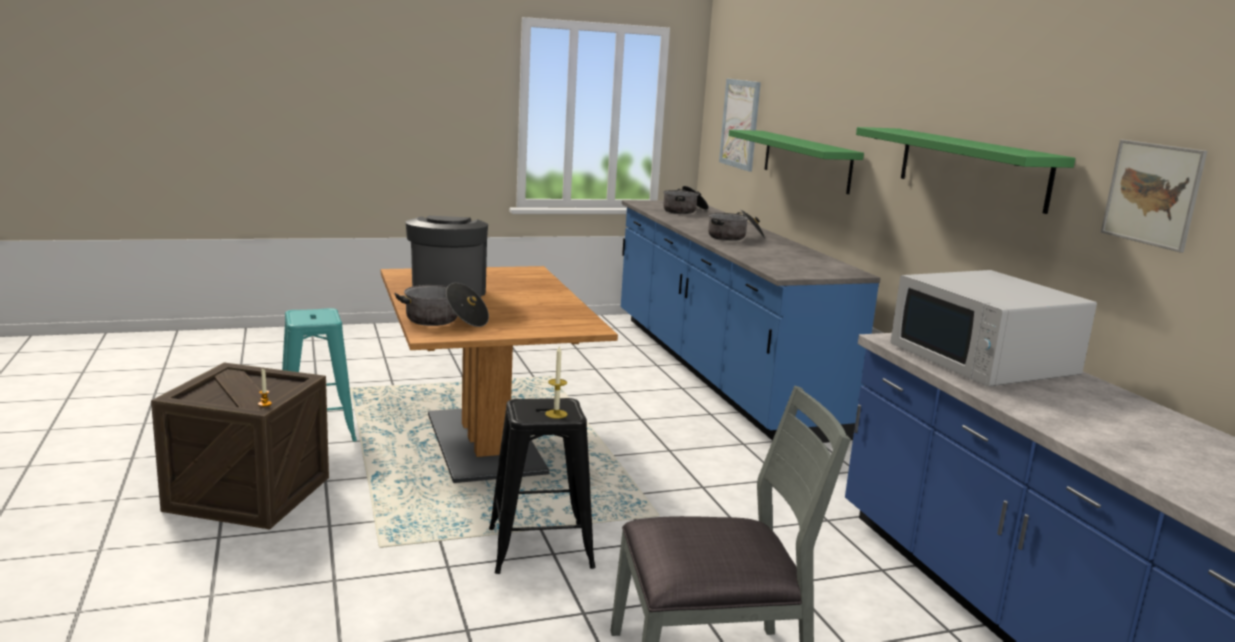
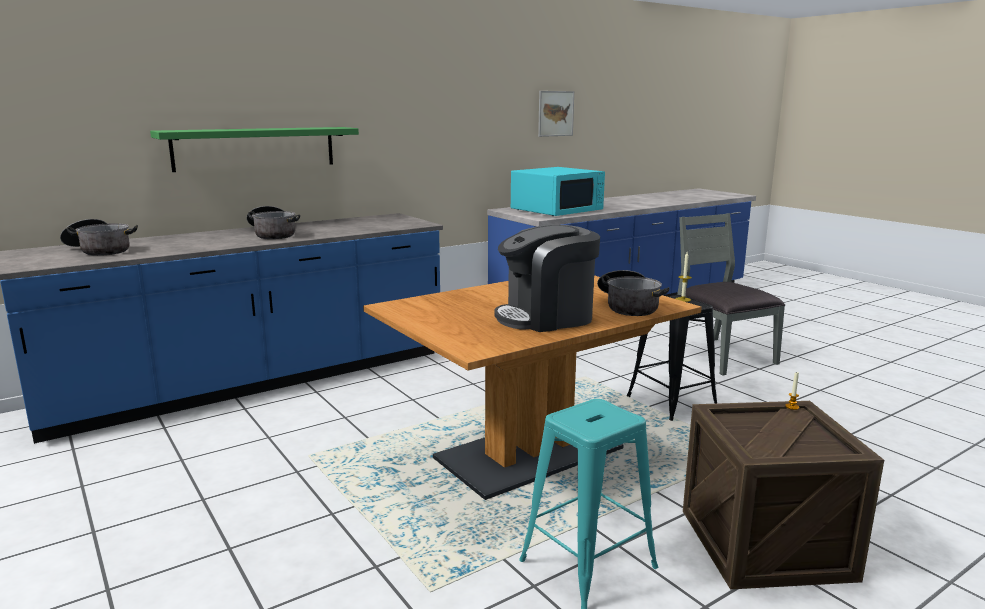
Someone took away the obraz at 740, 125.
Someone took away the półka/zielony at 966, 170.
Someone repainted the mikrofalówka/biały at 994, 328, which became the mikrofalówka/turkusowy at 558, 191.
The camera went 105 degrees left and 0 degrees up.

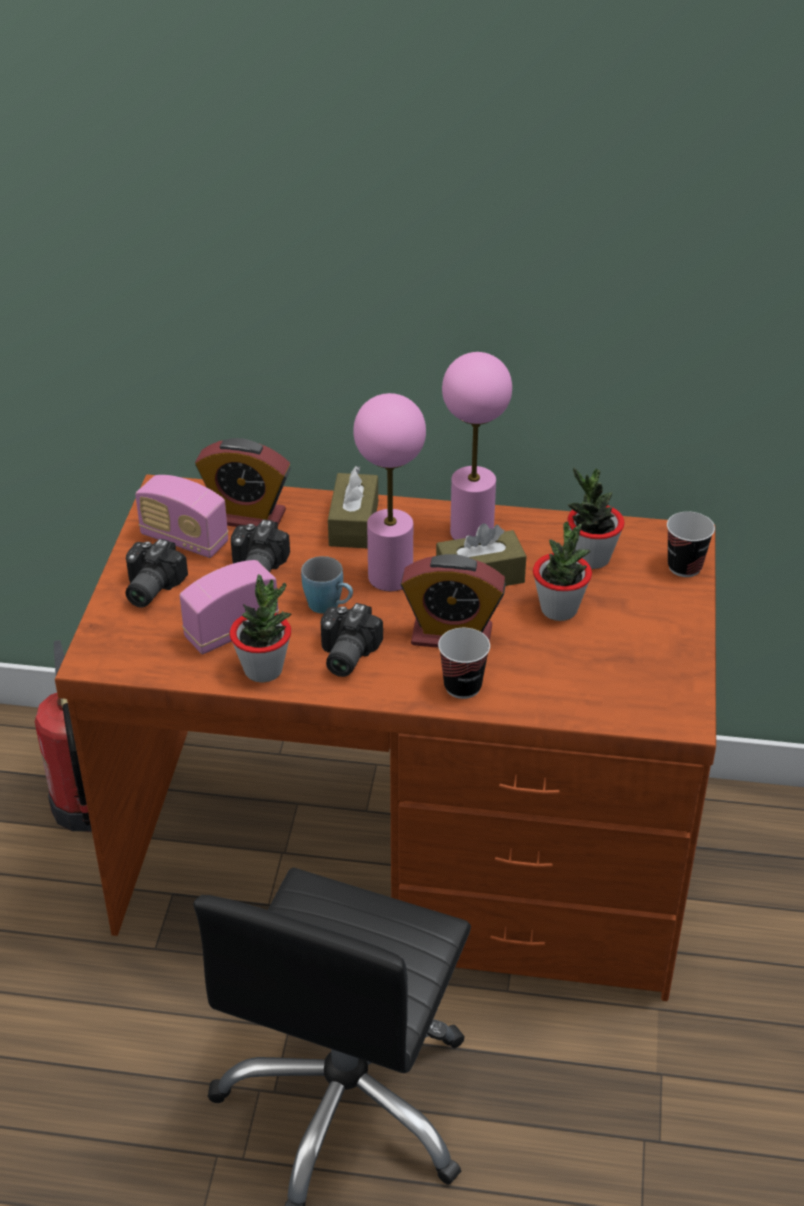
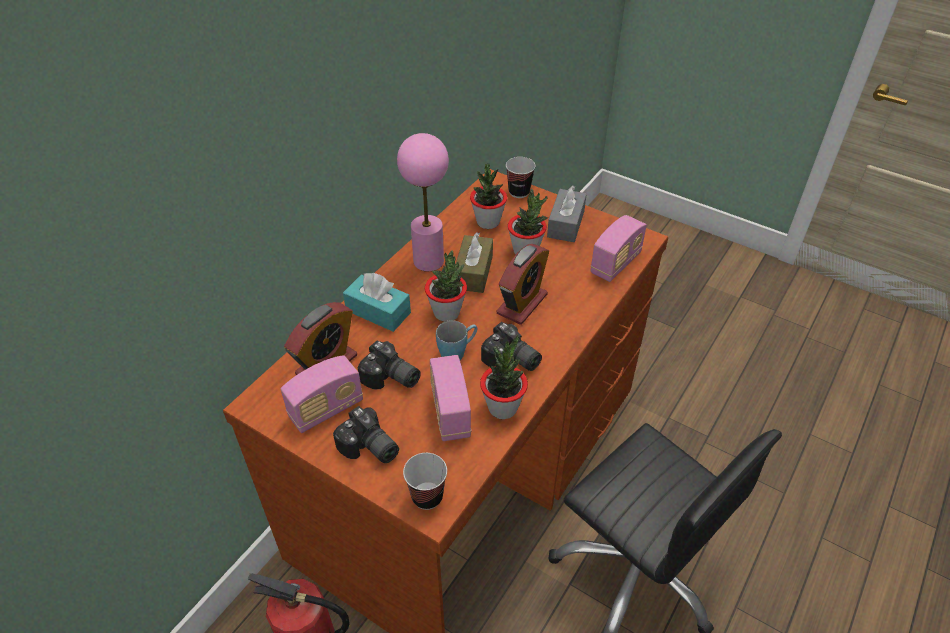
Someone put down the pudełko chusteczek/szary at 567, 213.
Someone put down the radio at 618, 248.
Someone carried the filiżanka from 464, 663 to 425, 481.
Someone swapped the lampa stołowa/różowy at 389, 492 for the roślina doniczkowa at 446, 286.
Someone repainted the pudełko chusteczek/brązowy at 353, 507, which became the pudełko chusteczek/turkusowy at 377, 302.
The camera went 65 degrees left and 5 degrees up.

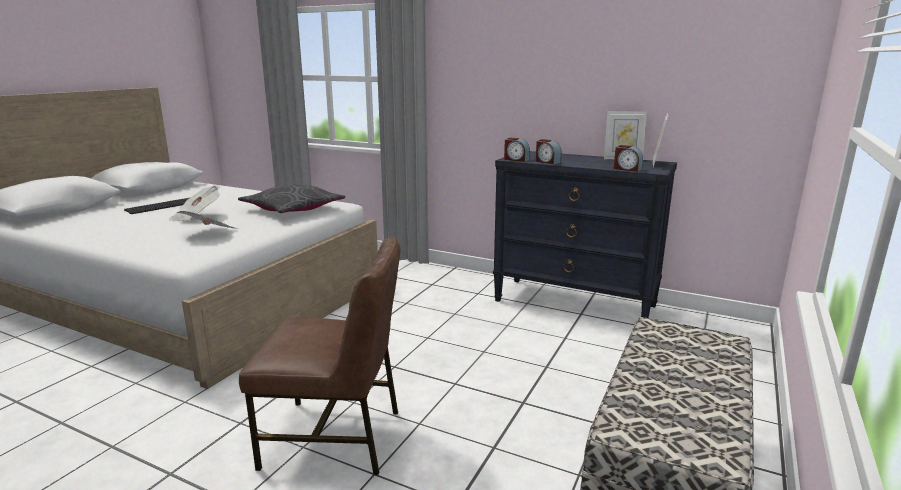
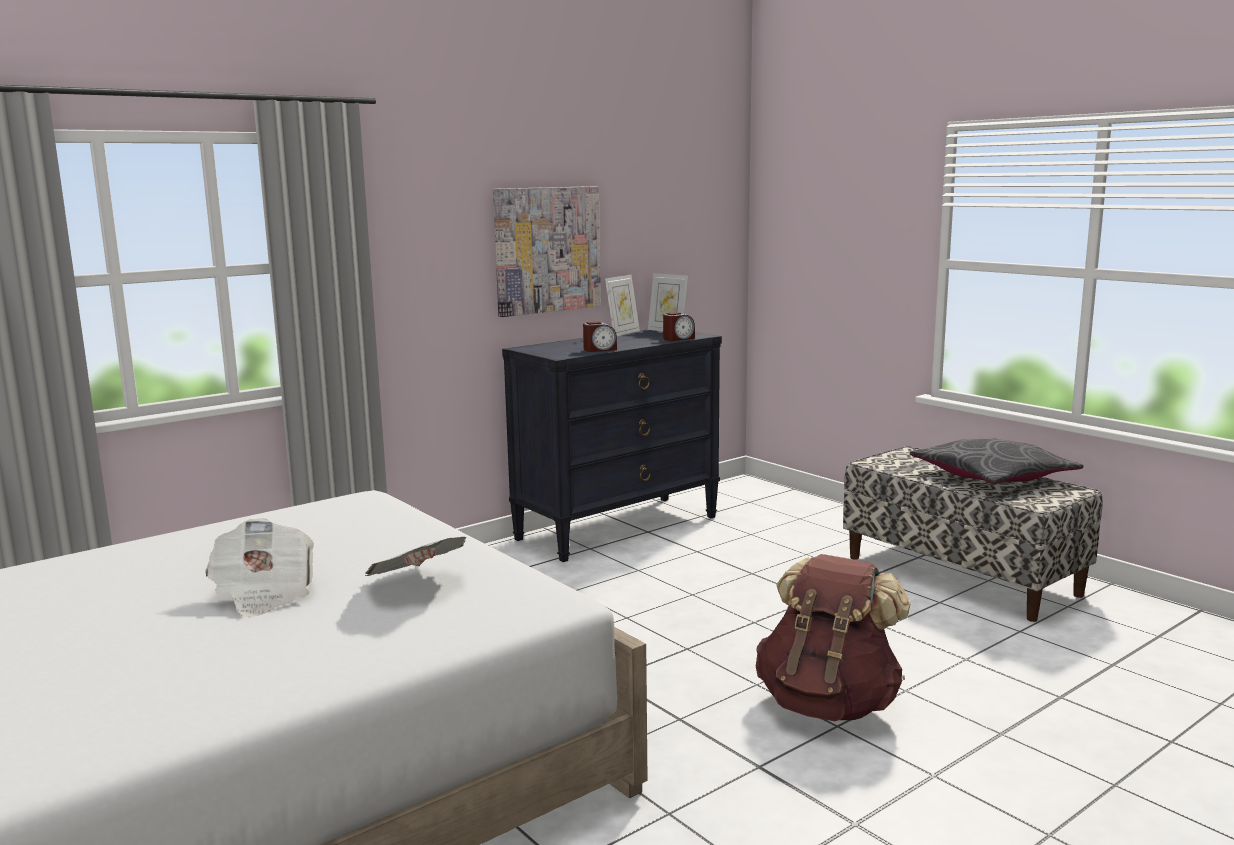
Someone took away the klawiatura at 156, 206.
Someone took away the budzik at 517, 150.
Someone put up the obraz at 547, 251.
Someone carried the poduszka/szary from 291, 199 to 996, 461.
Someone swapped the krzesło/brązowy at 319, 356 for the plecak/brązowy at 833, 637.
The camera went 65 degrees left and 5 degrees down.

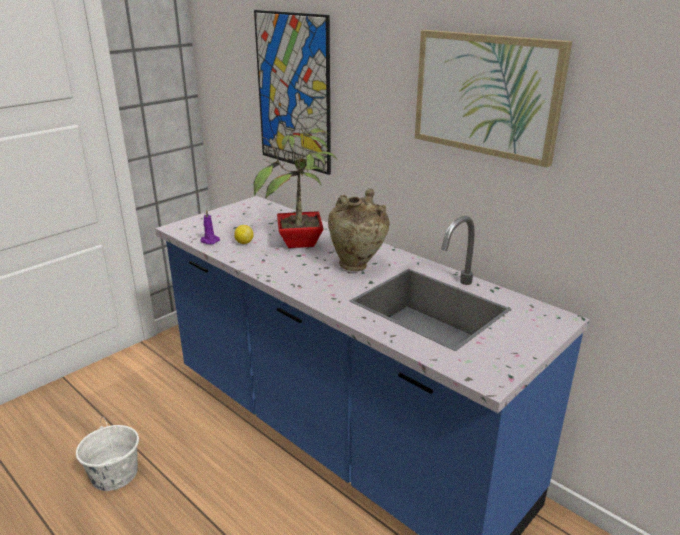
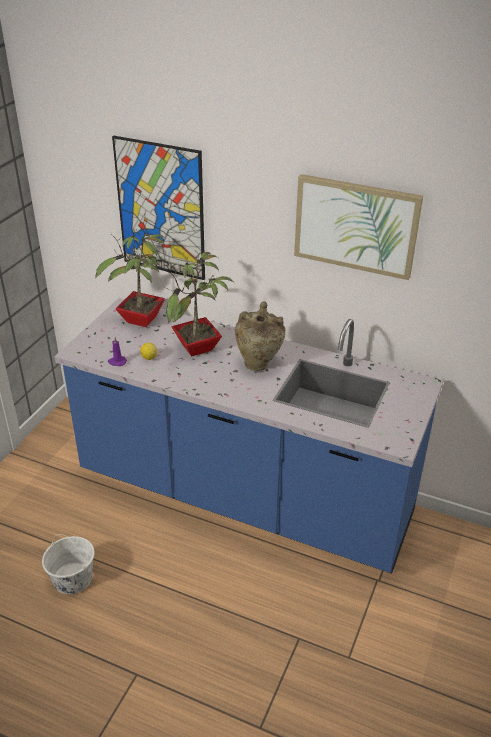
Someone put down the roślina doniczkowa at 131, 278.
The camera went 20 degrees left and 10 degrees up.

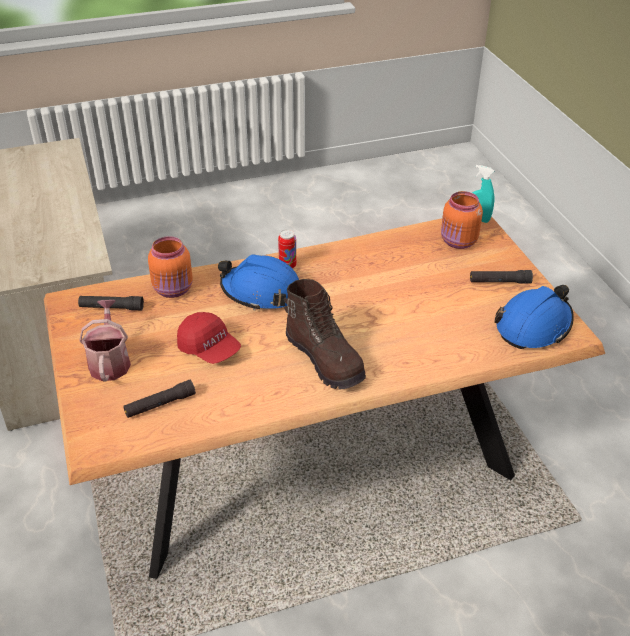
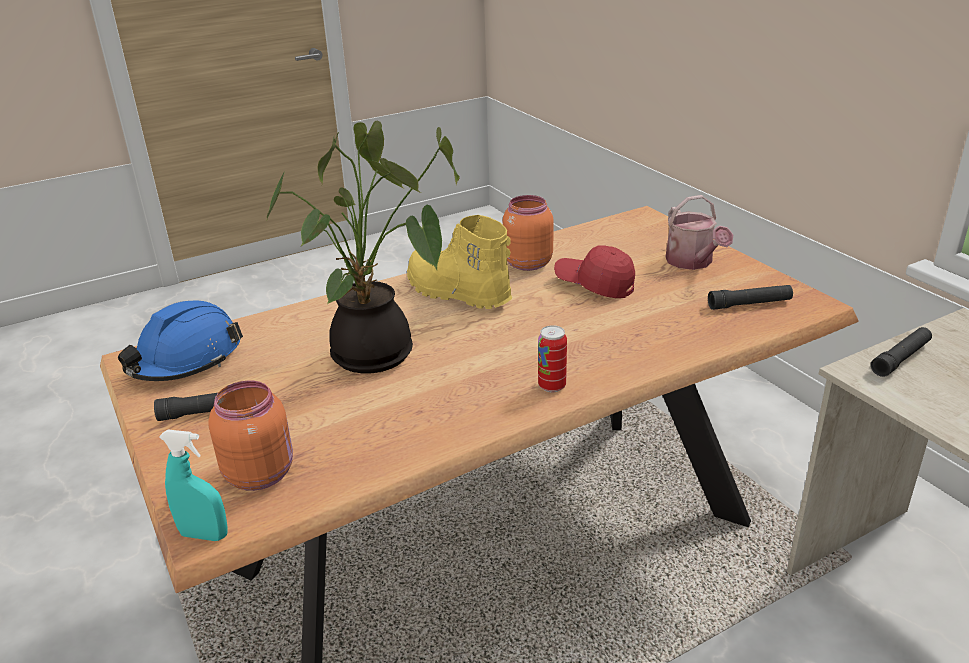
Someone took away the kask/niebieski at 258, 282.
Someone put down the roślina doniczkowa at 363, 247.
Someone carried the latarka/czarny from 159, 399 to 901, 352.
Someone carried the słoik/pomarańczowy from 170, 267 to 528, 233.
Someone repainted the but z cholewką/brązowy at 325, 334, which became the but z cholewką/żółty at 459, 262.
The camera went 170 degrees right and 10 degrees down.

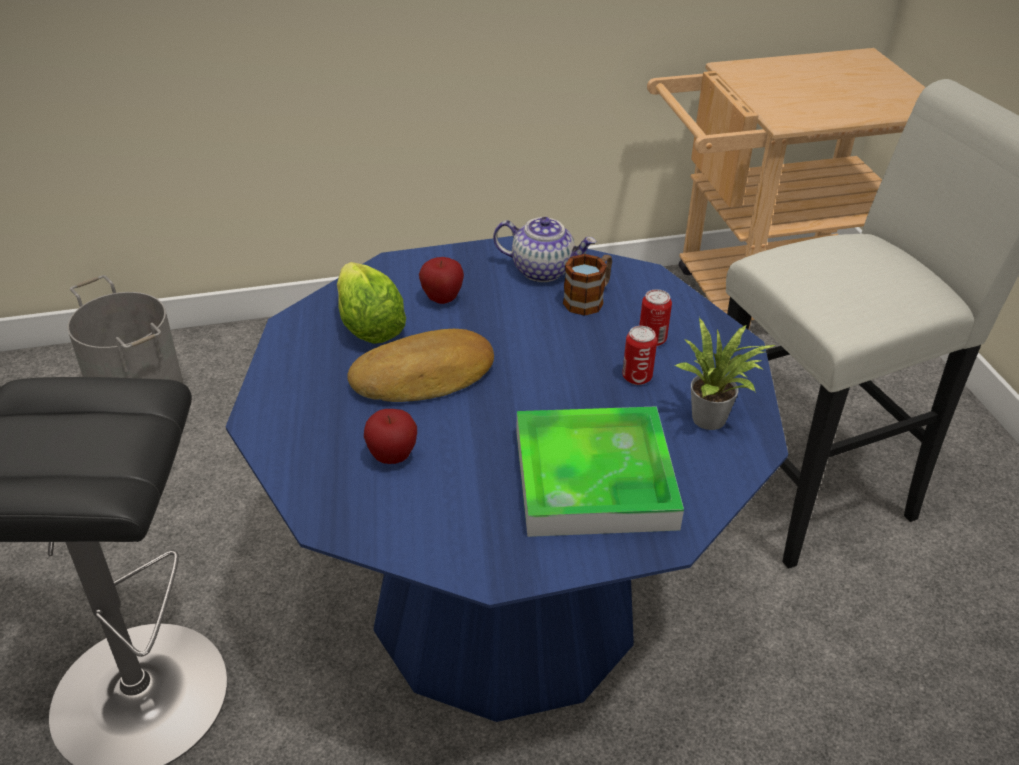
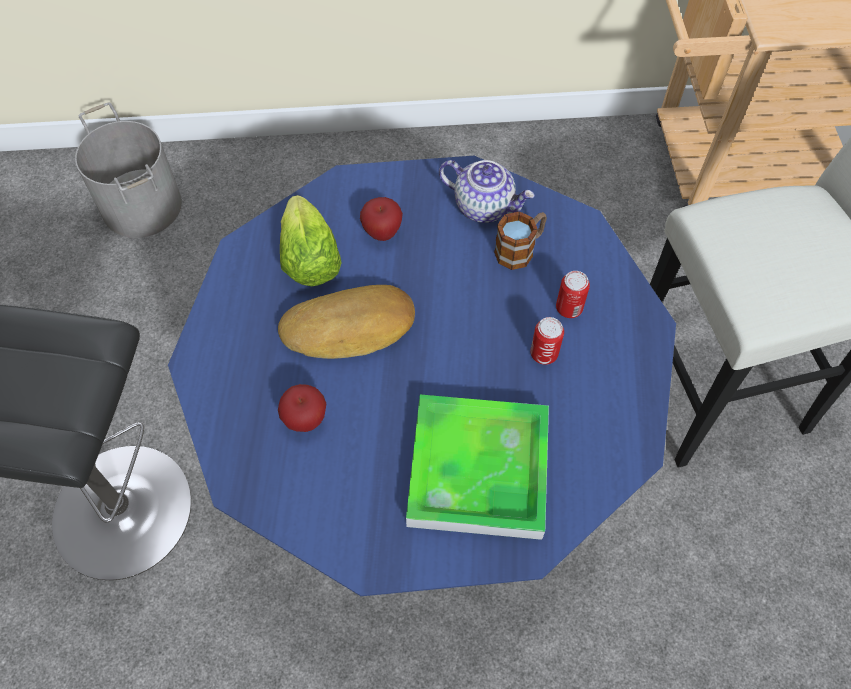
Someone took away the roślina doniczkowa at 725, 373.
The camera went 10 degrees right and 20 degrees up.

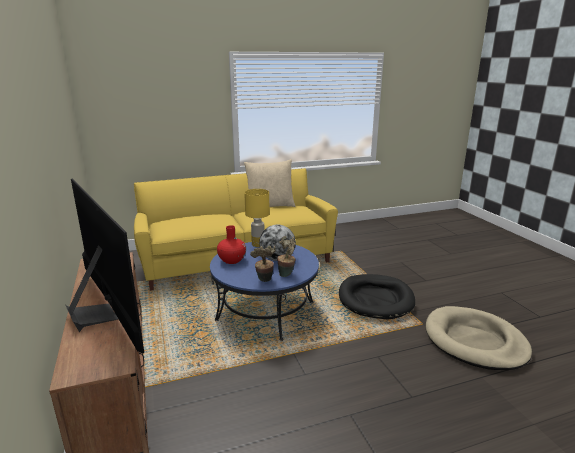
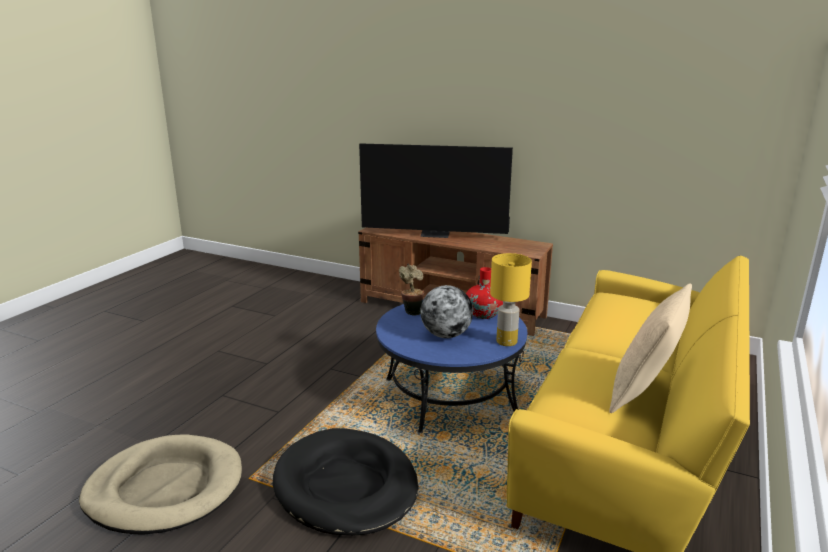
Someone took away the roślina doniczkowa at 286, 256.
The camera went 135 degrees right and 0 degrees up.

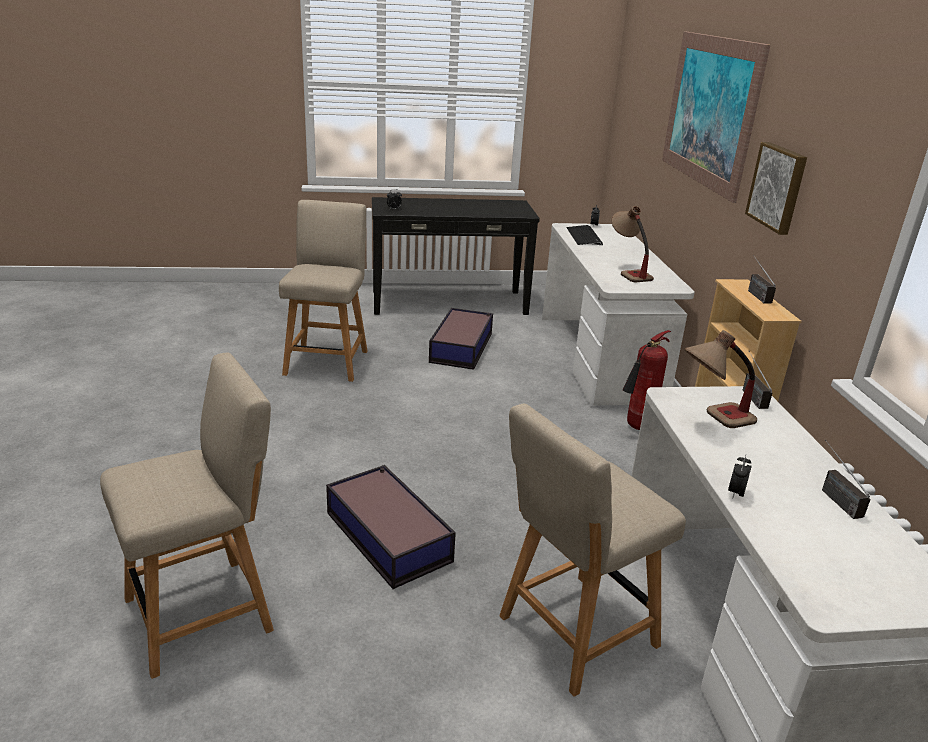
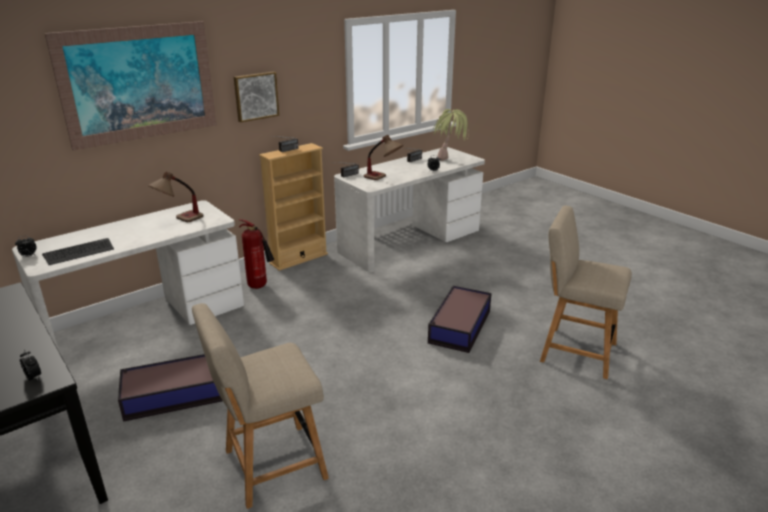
Someone took away the krzesło/beżowy at 592, 550.
Someone put down the roślina doniczkowa at 450, 135.
The camera went 120 degrees left and 0 degrees up.

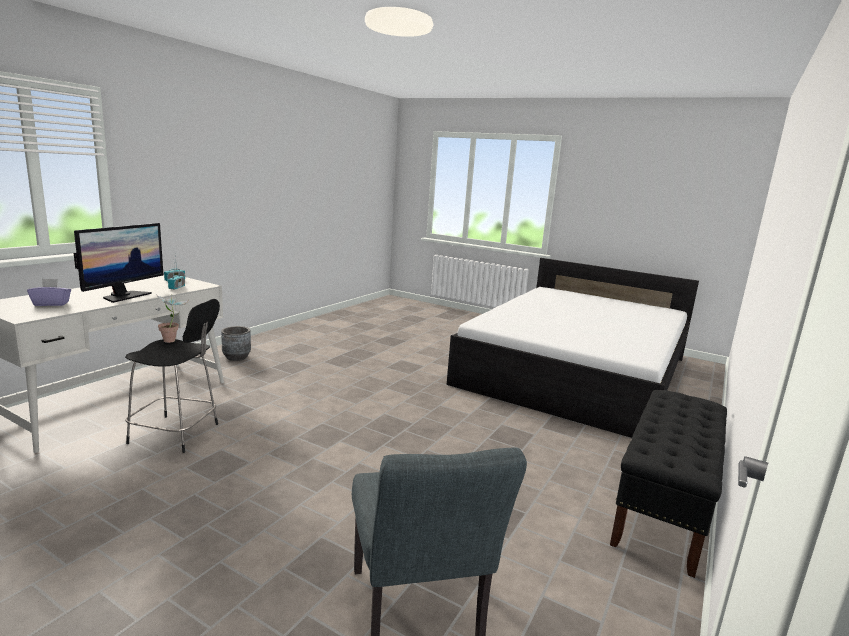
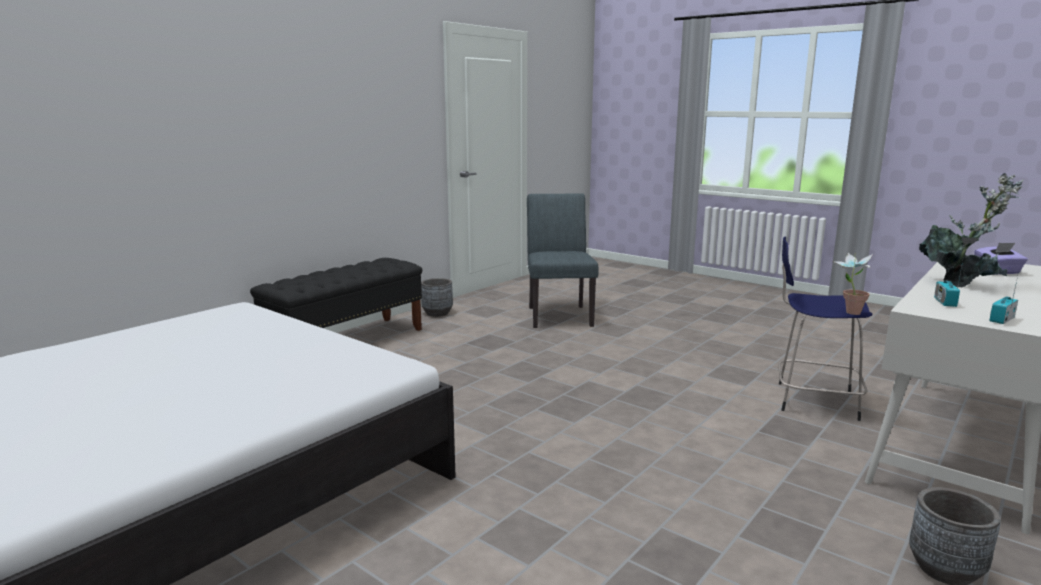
Someone put down the donica/szary at 437, 297.
Someone swapped the monitor at 118, 263 for the roślina doniczkowa at 971, 230.
Someone repainted the stołek/czarny at 172, 376, which became the stołek/niebieski at 825, 329.
The camera went 170 degrees left and 0 degrees up.

